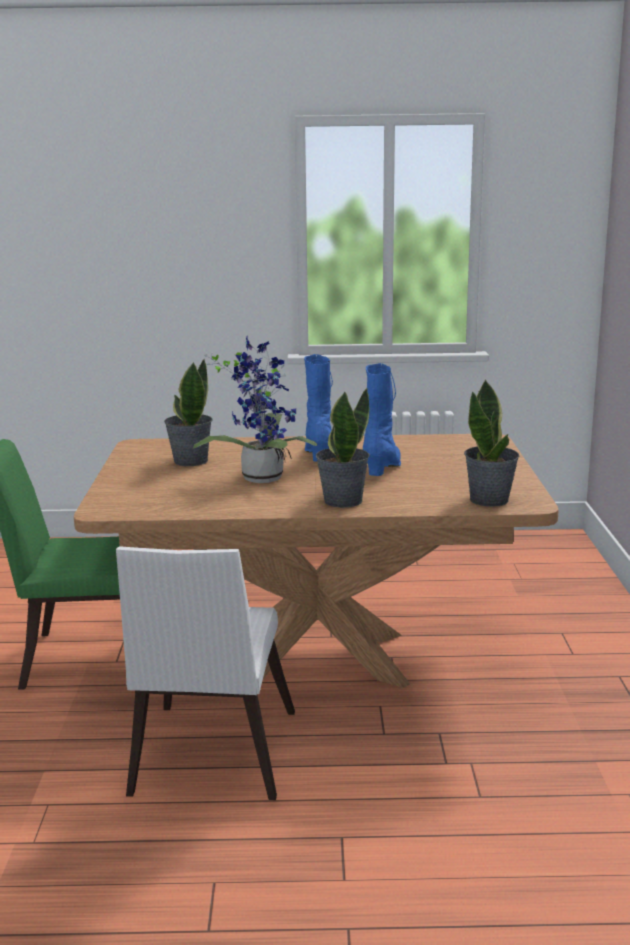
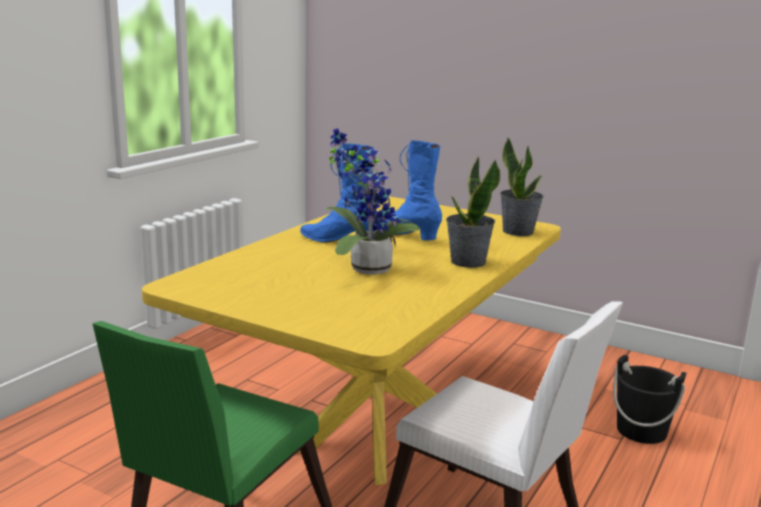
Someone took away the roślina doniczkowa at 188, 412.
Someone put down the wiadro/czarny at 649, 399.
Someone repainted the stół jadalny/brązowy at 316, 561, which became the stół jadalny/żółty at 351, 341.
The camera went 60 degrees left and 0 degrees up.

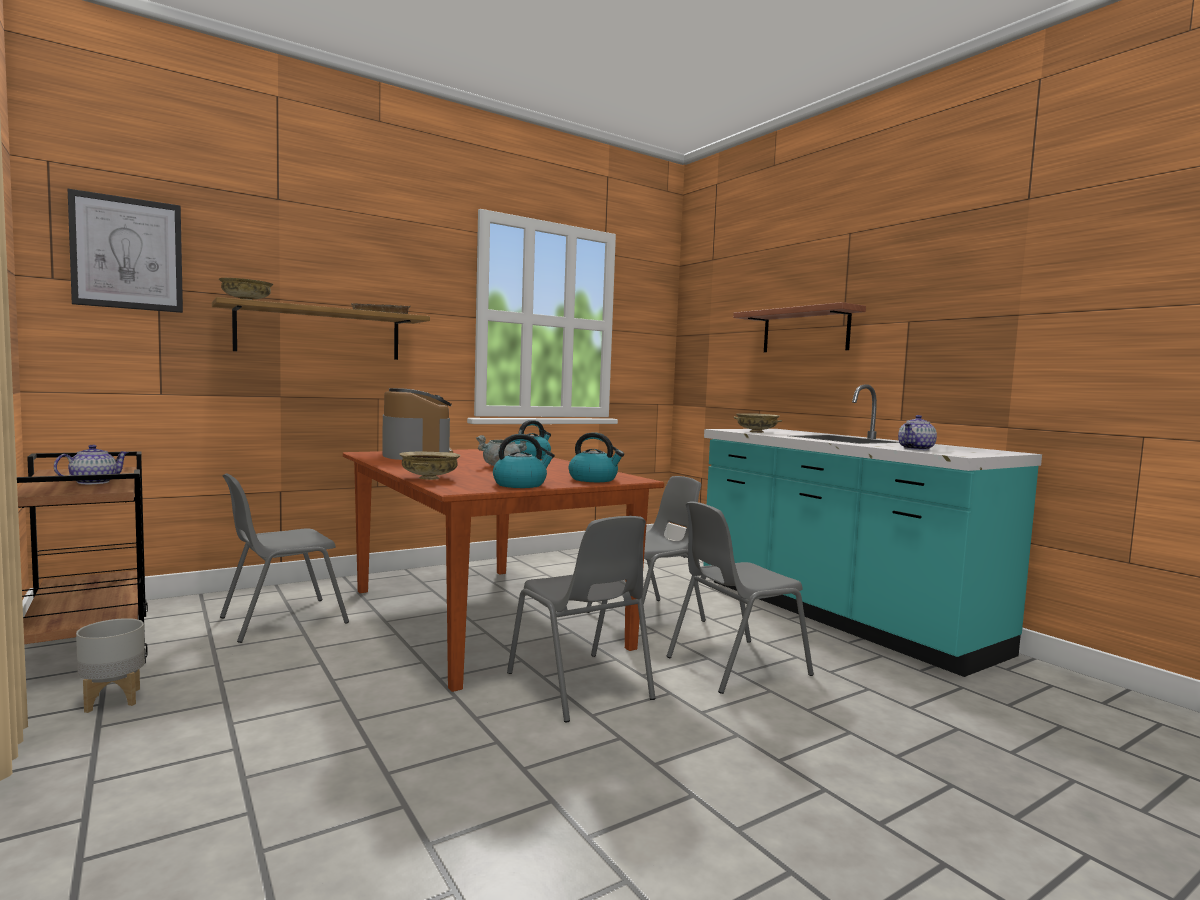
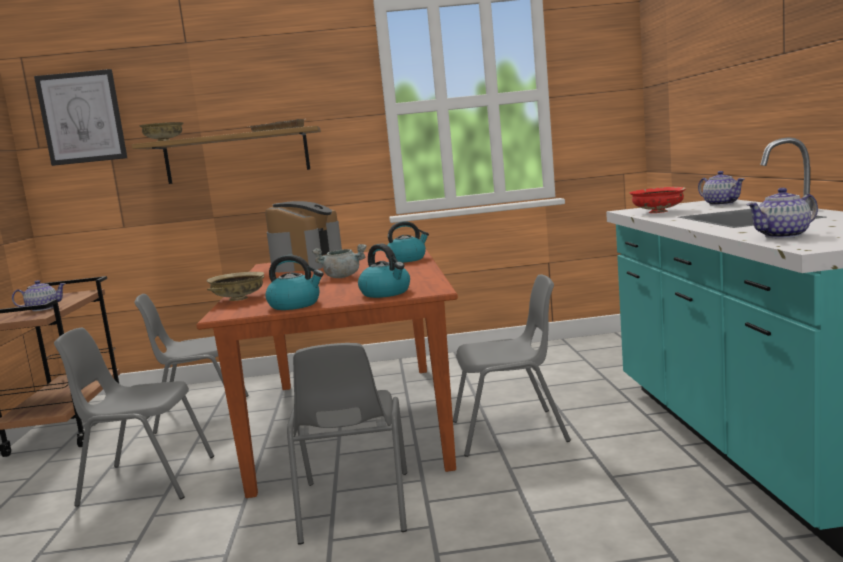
Someone took away the donica/szary at 110, 665.
Someone took away the półka at 799, 327.
Someone put down the imbryk at 721, 188.
Someone carried the krzesło/szary from 740, 598 to 134, 417.
Someone repainted the miska/beżowy at 758, 423, which became the miska/czerwony at 657, 200.
The camera went 30 degrees right and 5 degrees up.

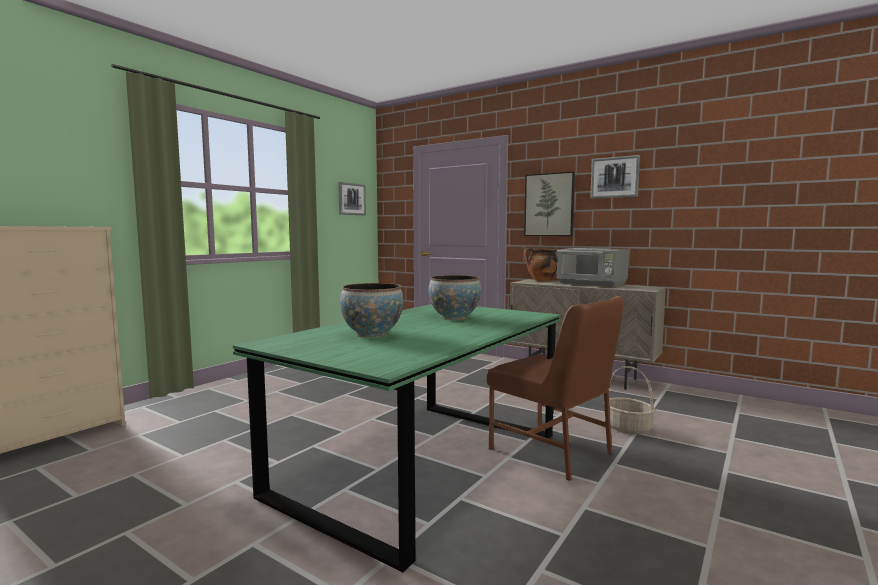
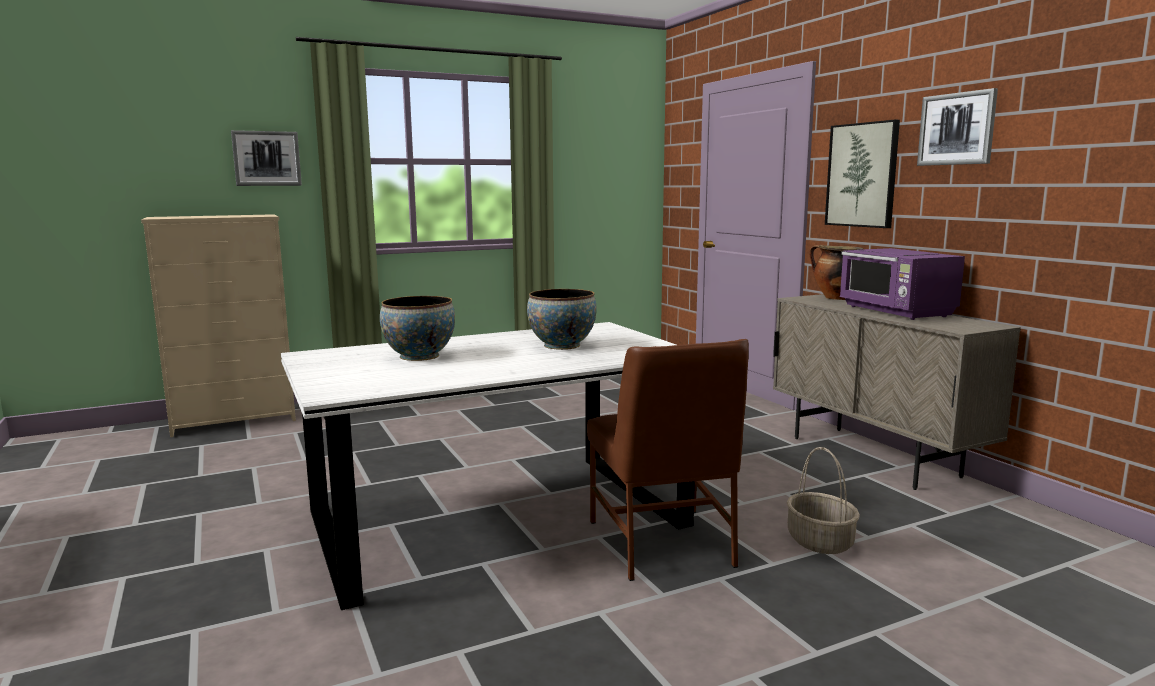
Someone carried the obraz from 352, 198 to 266, 158.
Someone repainted the stół jadalny/zielony at 396, 438, which became the stół jadalny/biały at 488, 466.
Someone repainted the mikrofalówka/szary at 593, 268, which became the mikrofalówka/fioletowy at 902, 284.
The camera went 30 degrees right and 5 degrees up.

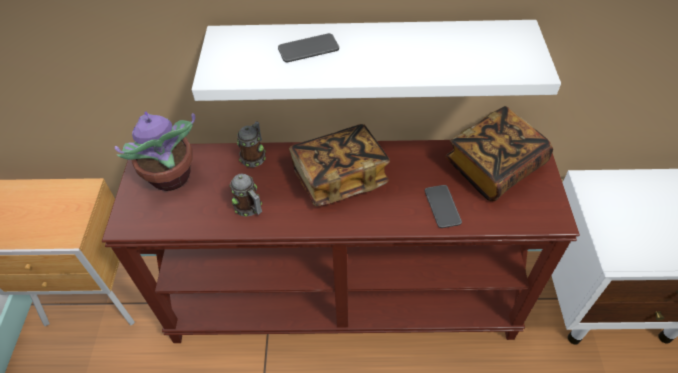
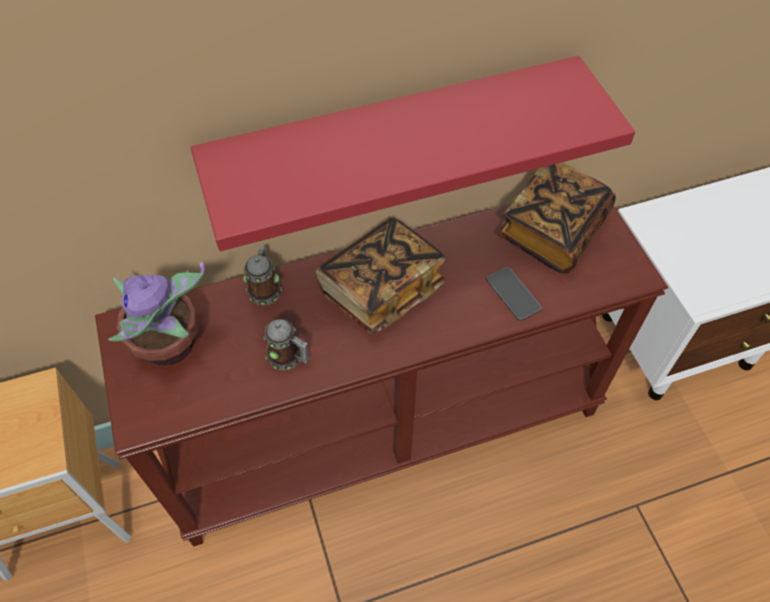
Someone took away the telefon at 308, 47.
Someone repainted the półka/biały at 376, 60, which became the półka/czerwony at 413, 153.
The camera went 20 degrees left and 5 degrees up.

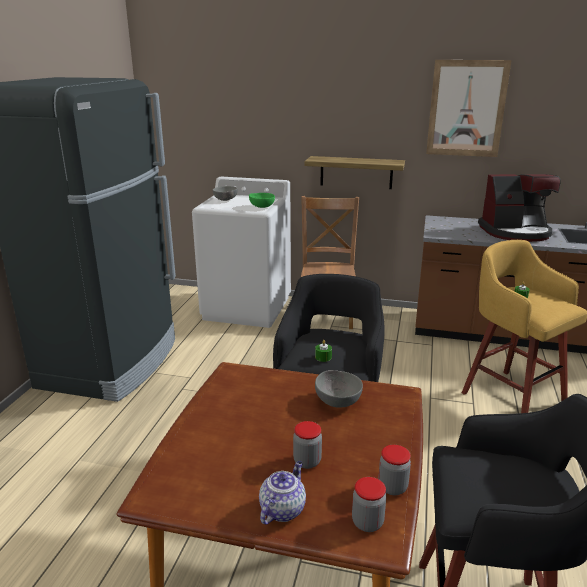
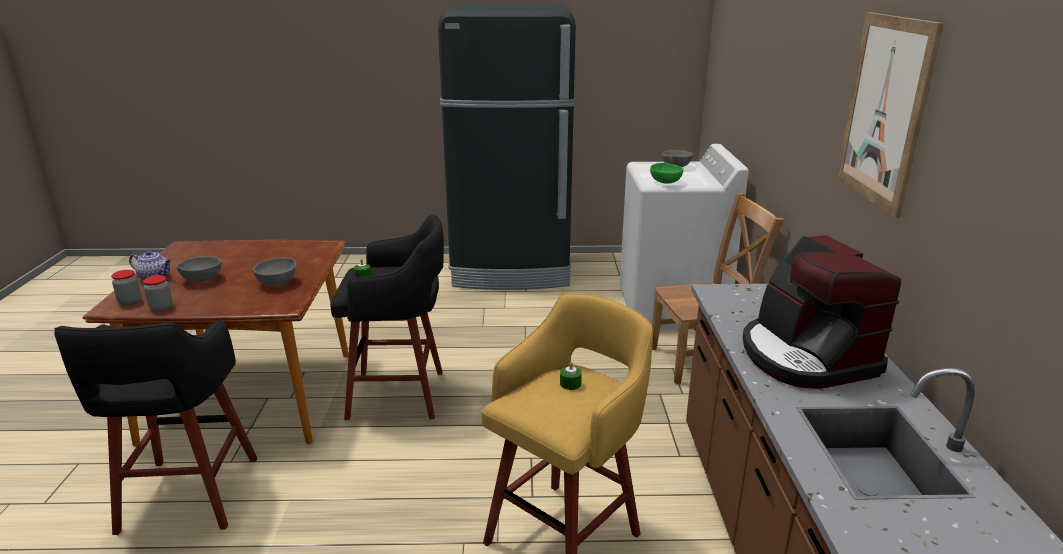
Someone took away the półka at 355, 172.
Someone swapped the słoik at 307, 445 for the miska/szary at 199, 269.
The camera went 75 degrees right and 0 degrees up.

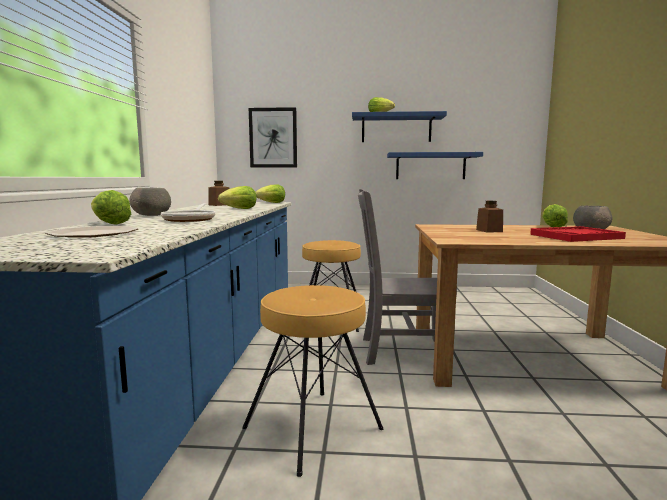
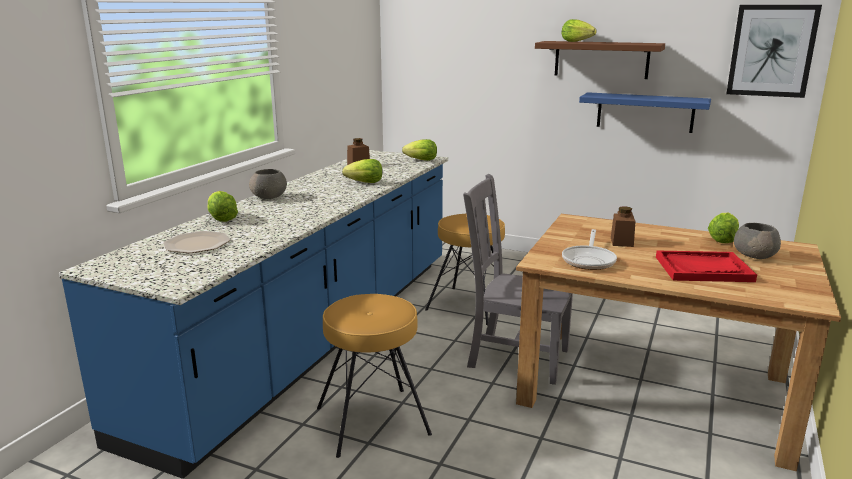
Someone carried the patelnia from 188, 212 to 589, 249.
Someone carried the obraz from 273, 137 to 774, 51.
Someone repainted the półka/niebieski at 399, 126, which became the półka/brązowy at 600, 60.
The camera went 20 degrees right and 10 degrees up.

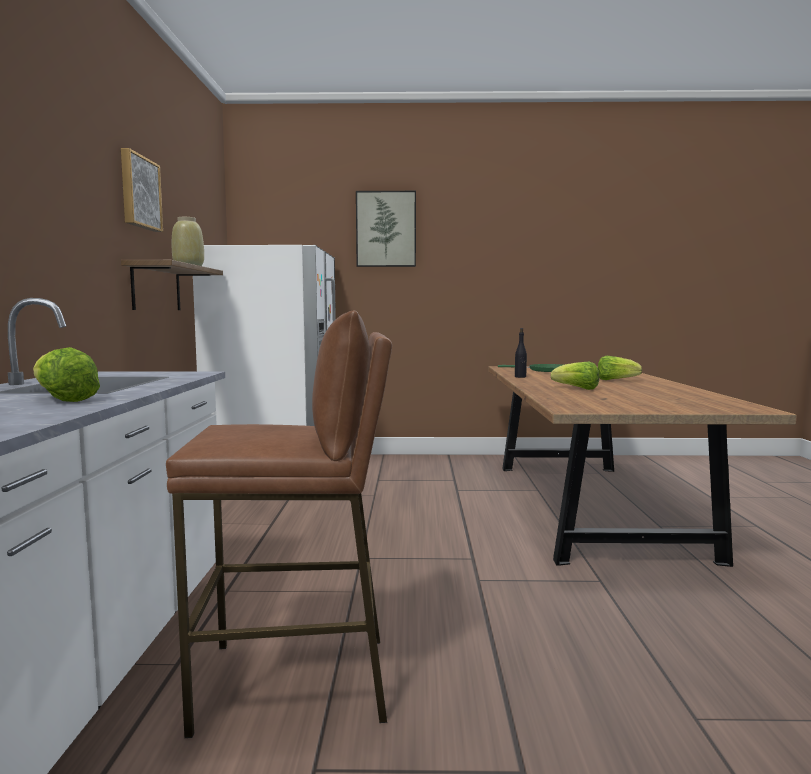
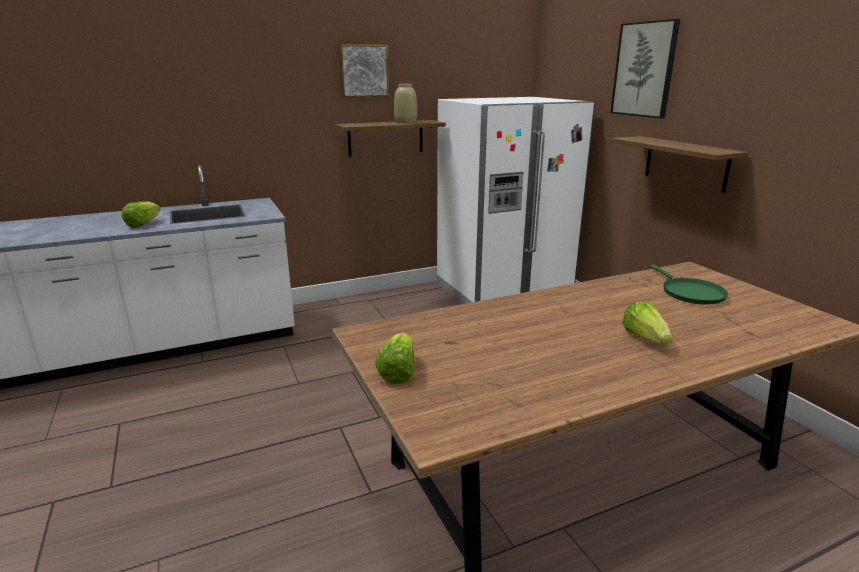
Someone took away the stołek/brązowy at 279, 524.
Someone took away the butelka/czarny at 521, 353.
Someone put up the półka at 680, 164.
Someone carried the sałata from 575, 376 to 395, 358.
The camera went 65 degrees right and 15 degrees up.

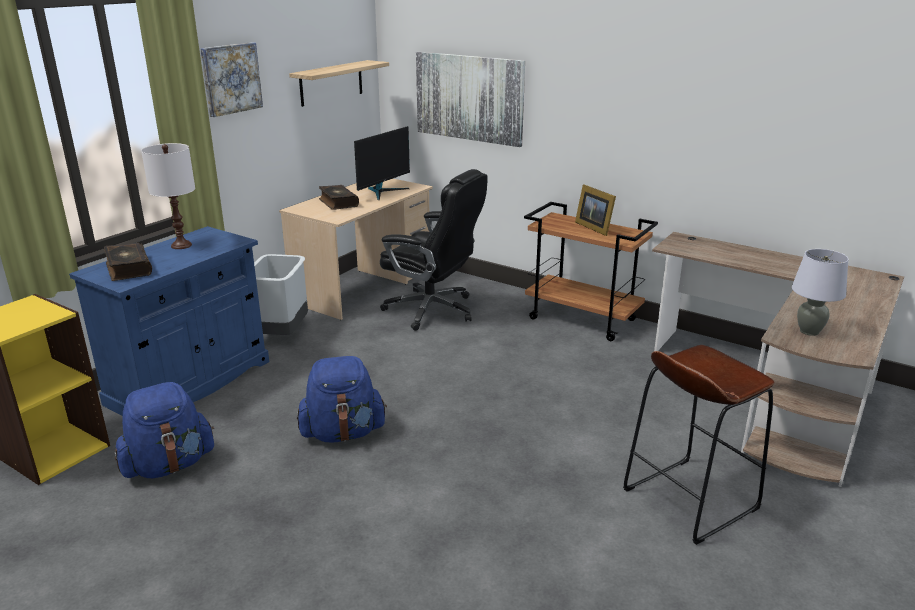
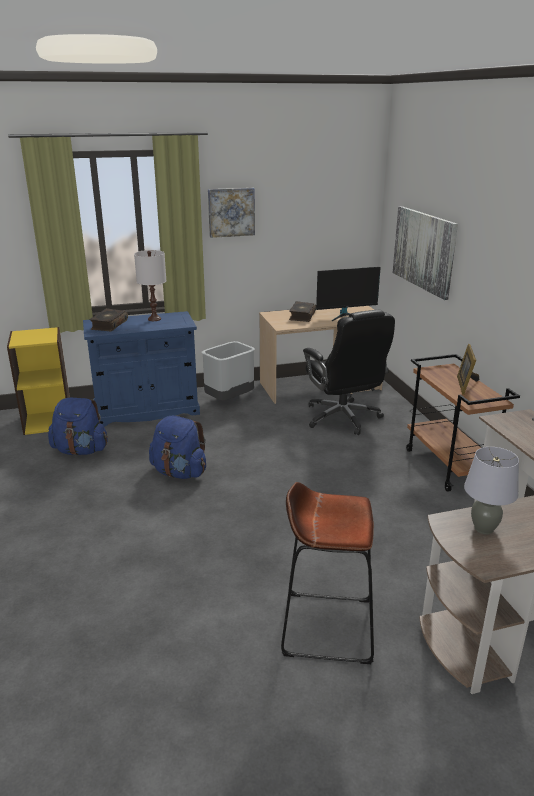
Someone took away the półka at 339, 83.
The camera went 40 degrees right and 0 degrees up.

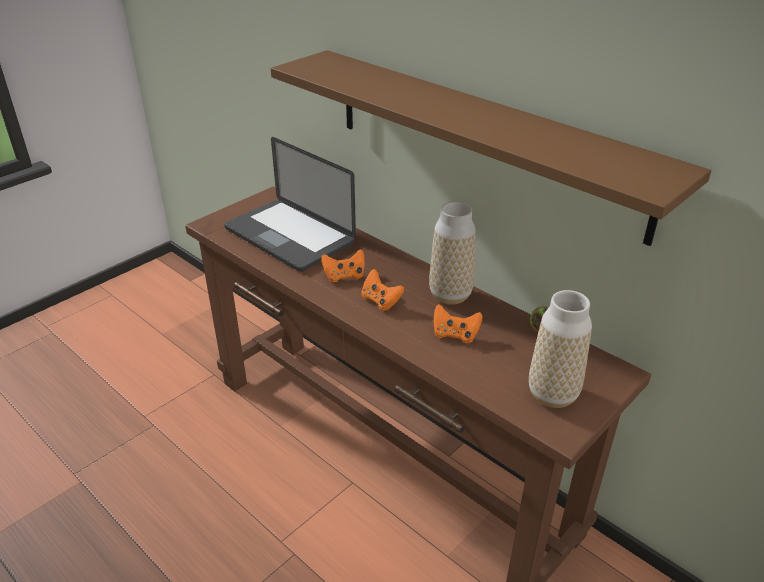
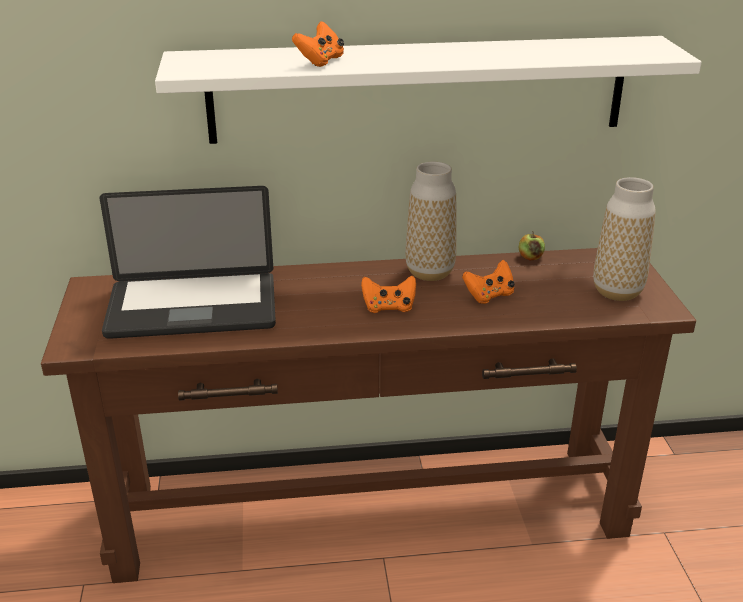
Someone carried the pad do gier/pomarańczowy from 343, 265 to 318, 44.
Someone repainted the półka/brązowy at 491, 148, which became the półka/biały at 428, 90.
The camera went 50 degrees left and 5 degrees down.

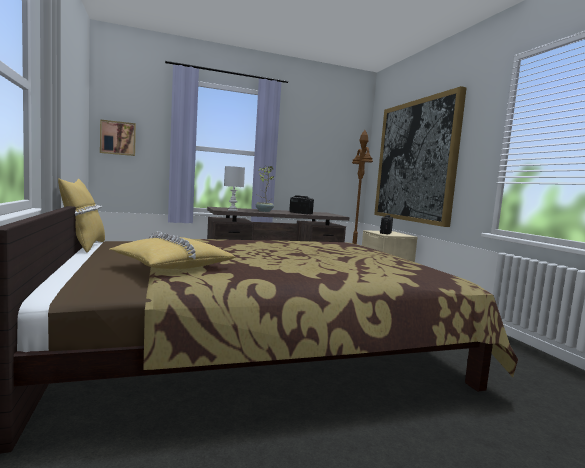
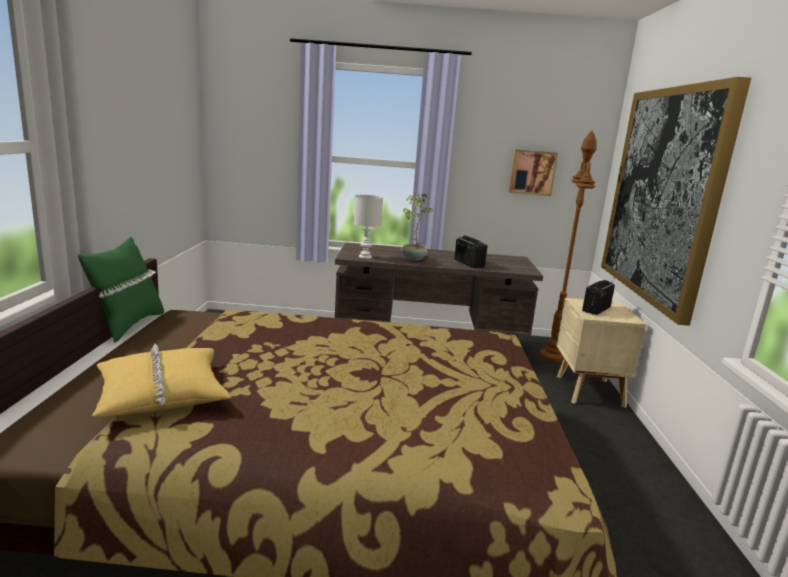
Someone carried the obraz from 118, 137 to 533, 172.
Someone repainted the poduszka/żółty at 81, 215, which became the poduszka/zielony at 121, 290.
The camera went 20 degrees right and 10 degrees up.

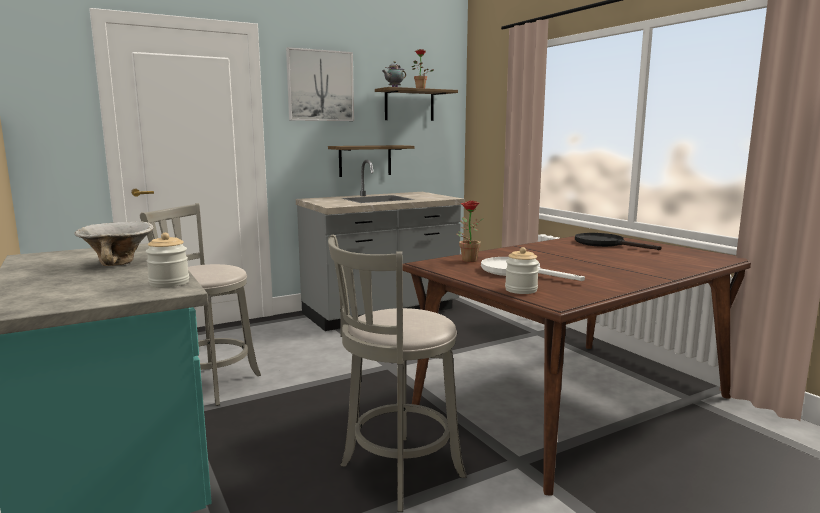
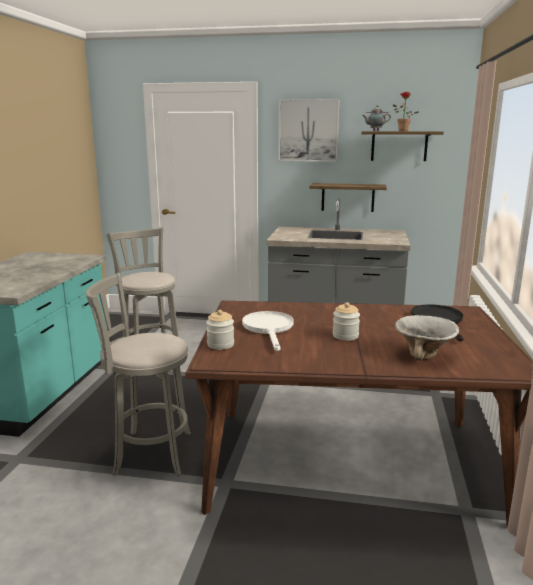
Someone took away the roślina doniczkowa at 470, 231.
Someone carried the miska from 113, 244 to 427, 338.
Someone carried the słoik from 167, 260 to 346, 321.
The camera went 40 degrees right and 5 degrees up.

